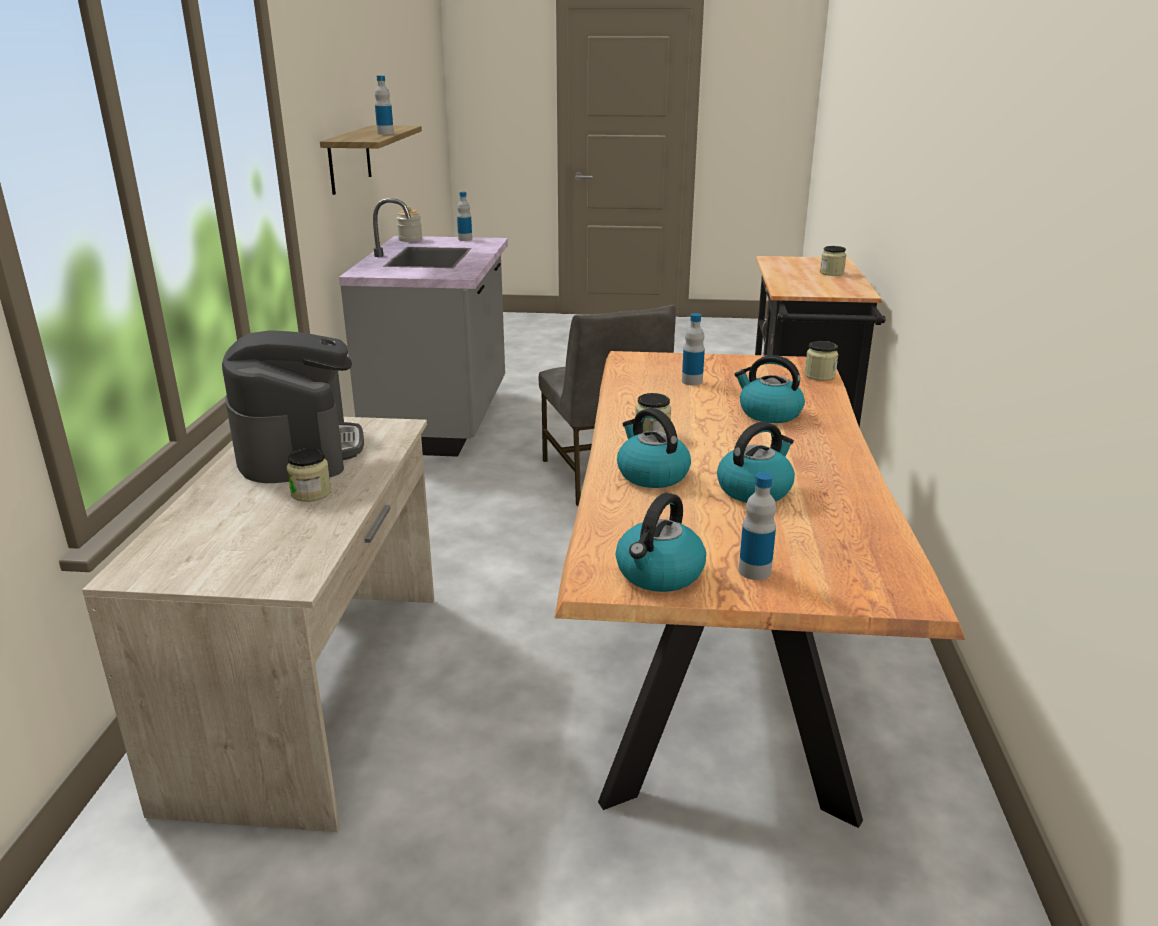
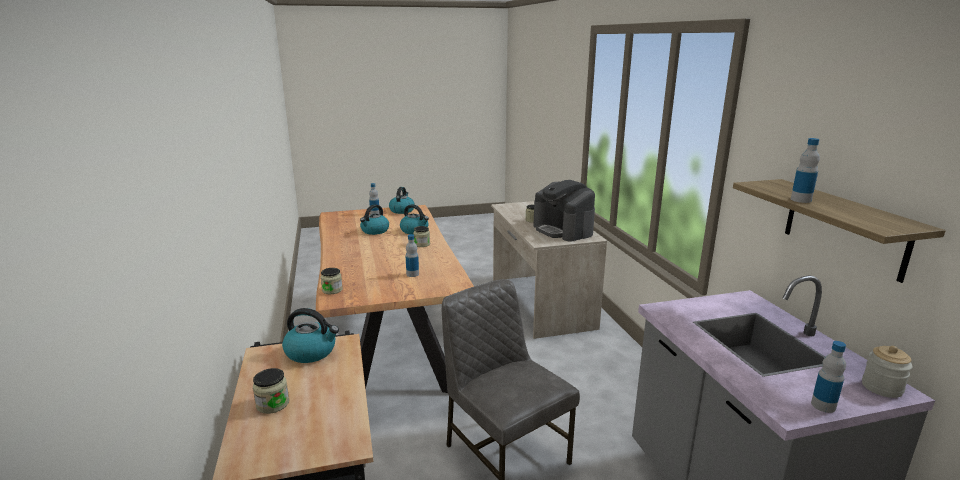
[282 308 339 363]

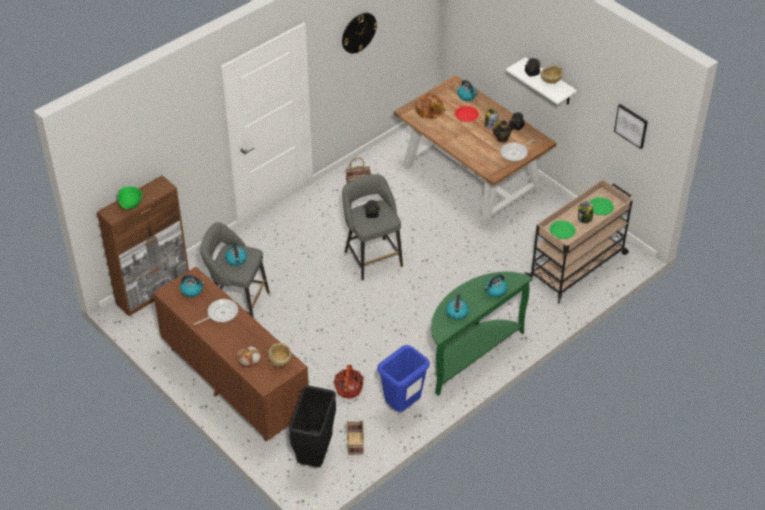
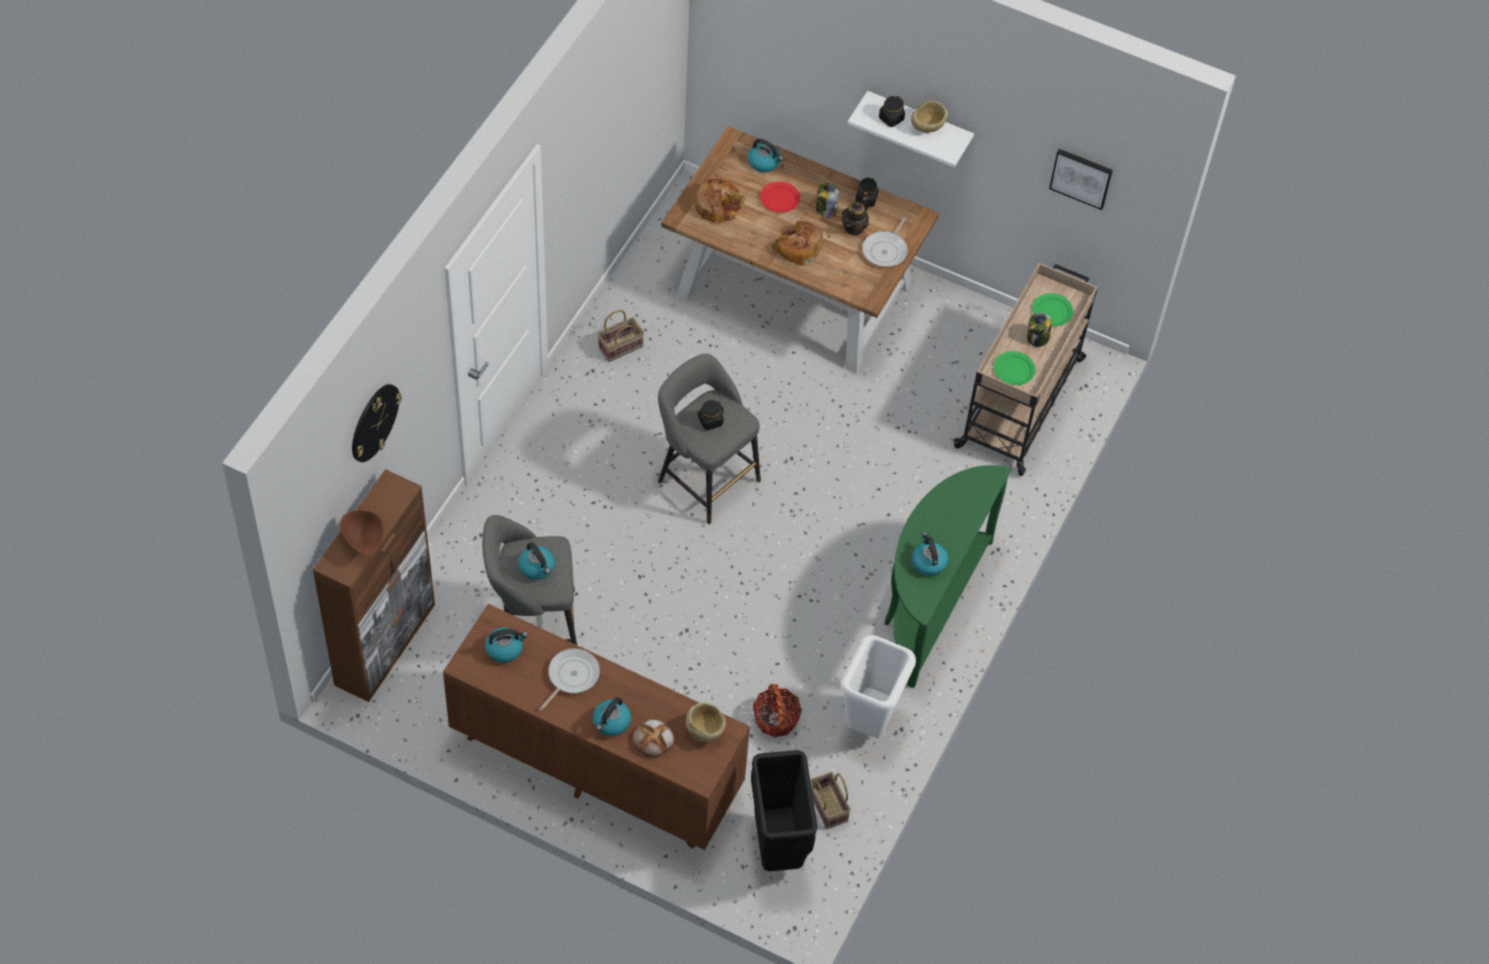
[352 384 402 462]
[340 510 384 555]
[593 697 631 736]
[840 635 916 737]
[771 221 823 266]

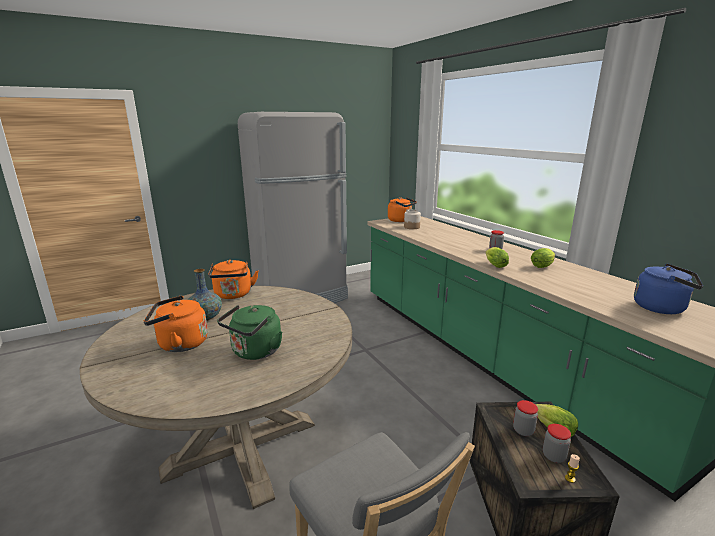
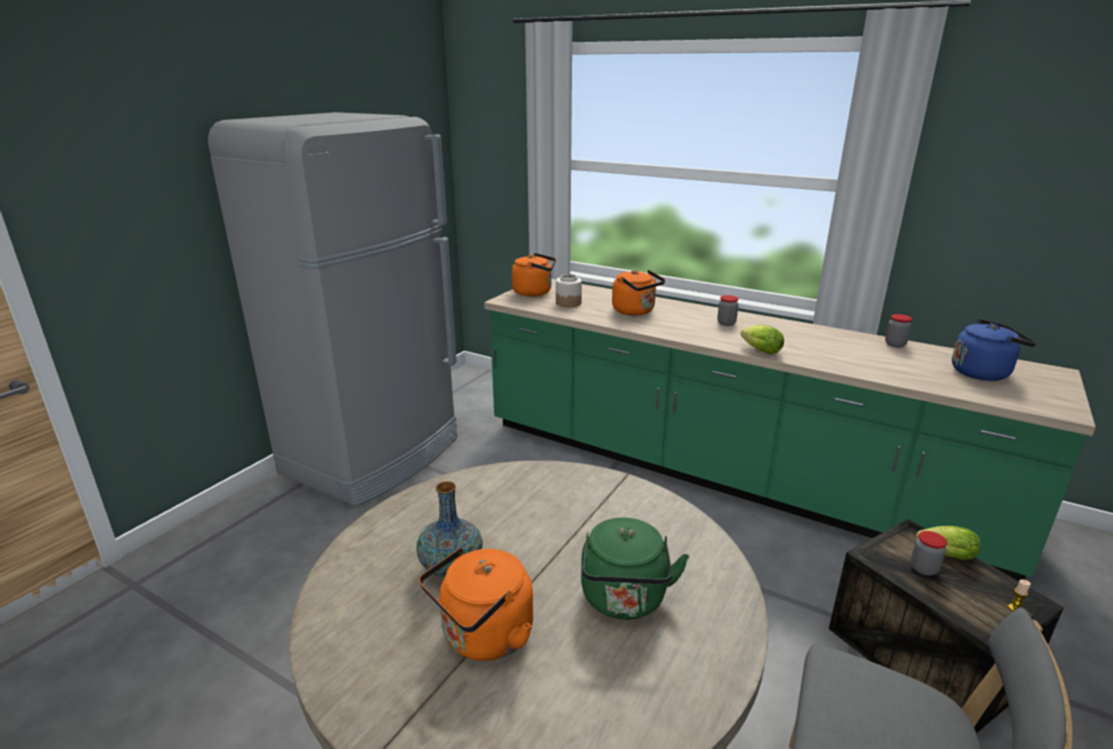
[531 248 555 268] (first image)
[612 270 665 316]
[885 314 912 348]

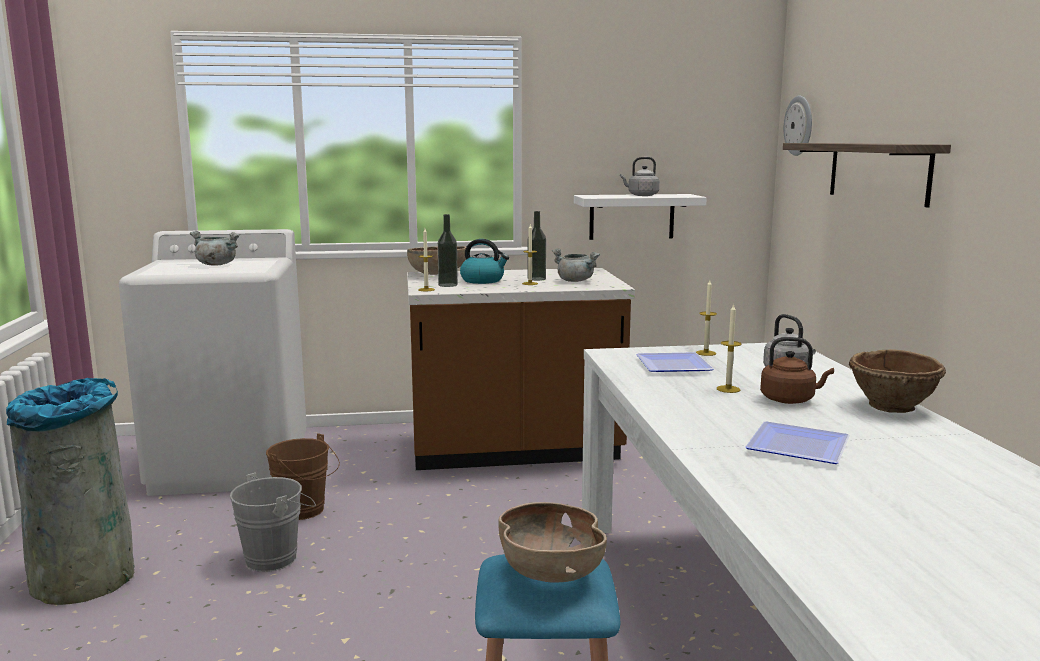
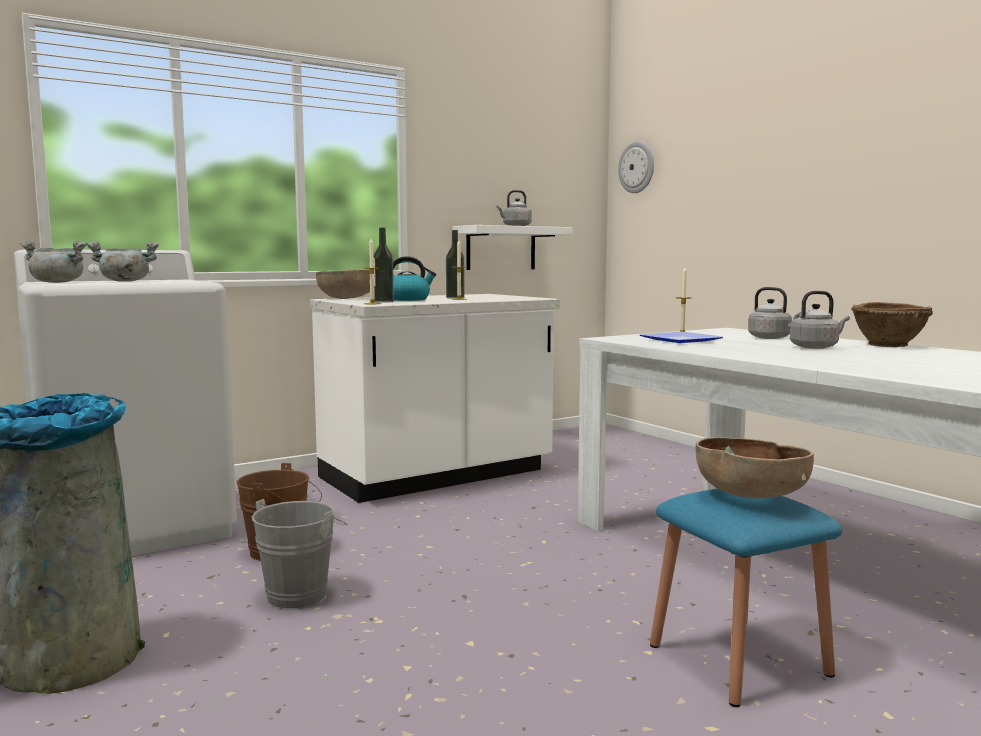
[783 143 951 208] (first image)
[20 241 87 283]
[310 294 560 503]
[717 303 742 393] (first image)
[790 291 850 349]
[745 421 850 464] (first image)

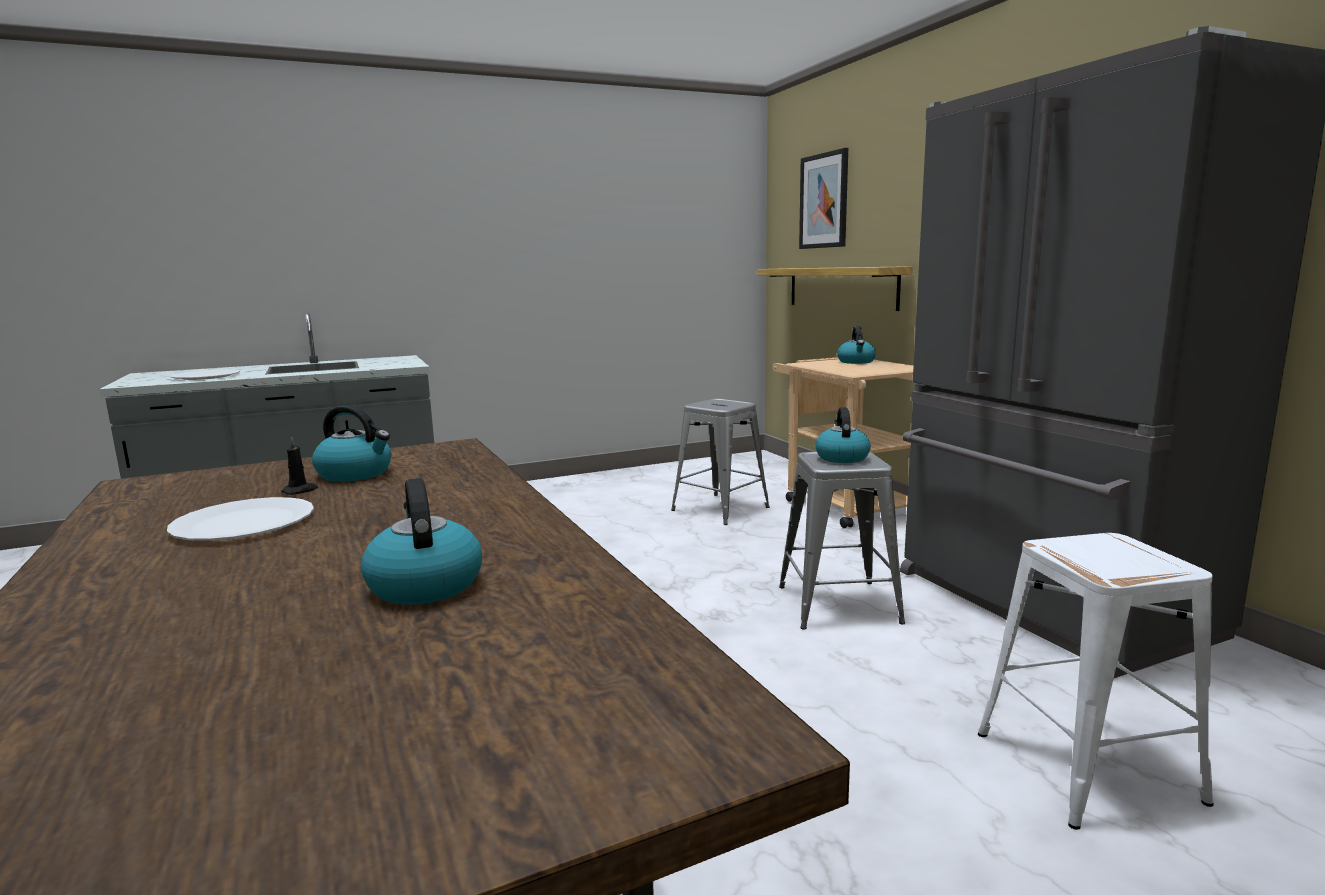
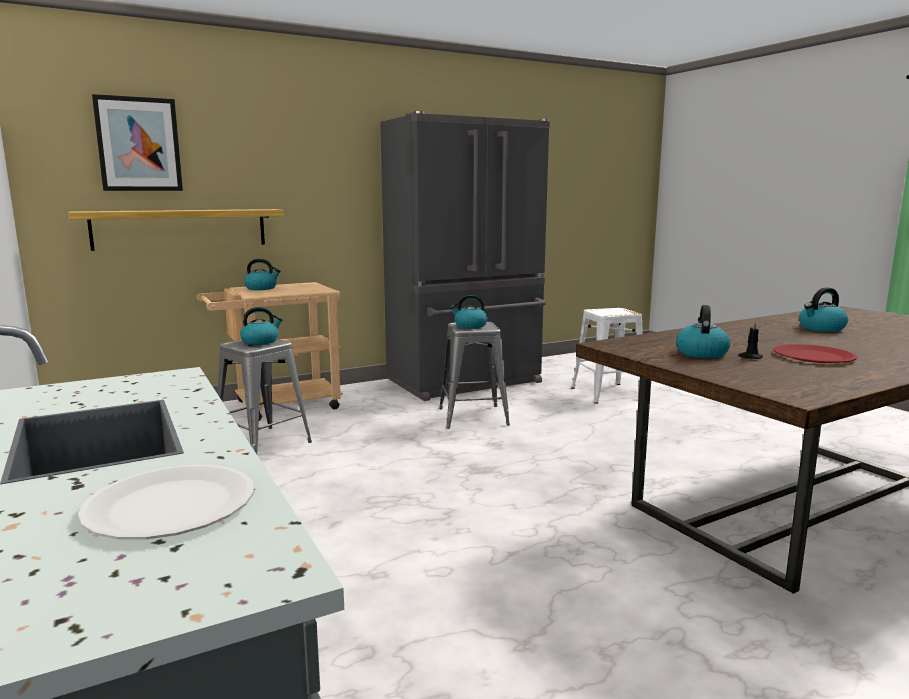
[773 344 857 363]
[240 307 283 345]

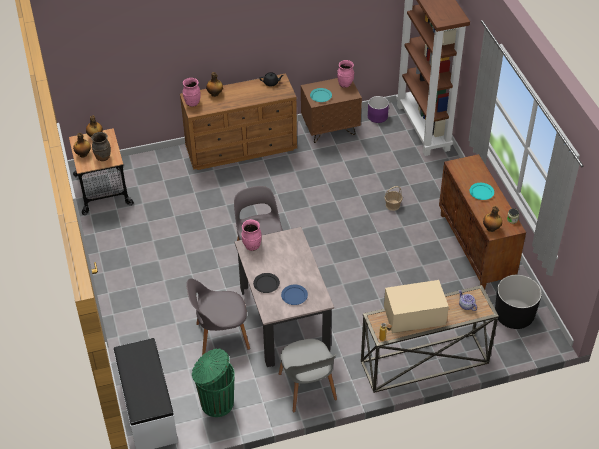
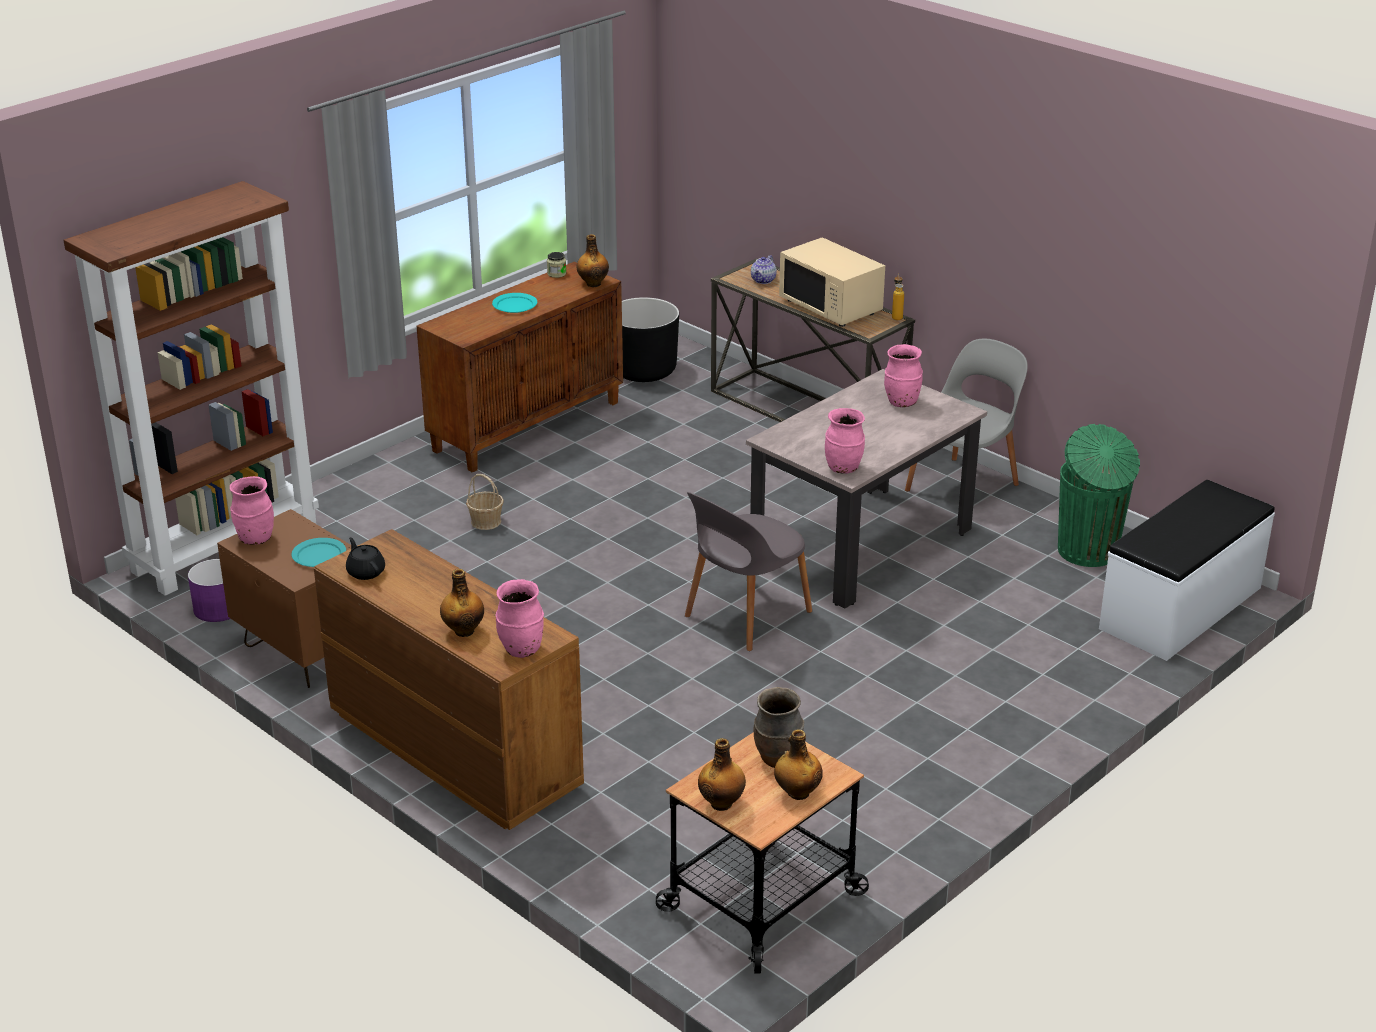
[253 273 280 293] (first image)
[186 278 250 356] (first image)
[884 344 923 407]

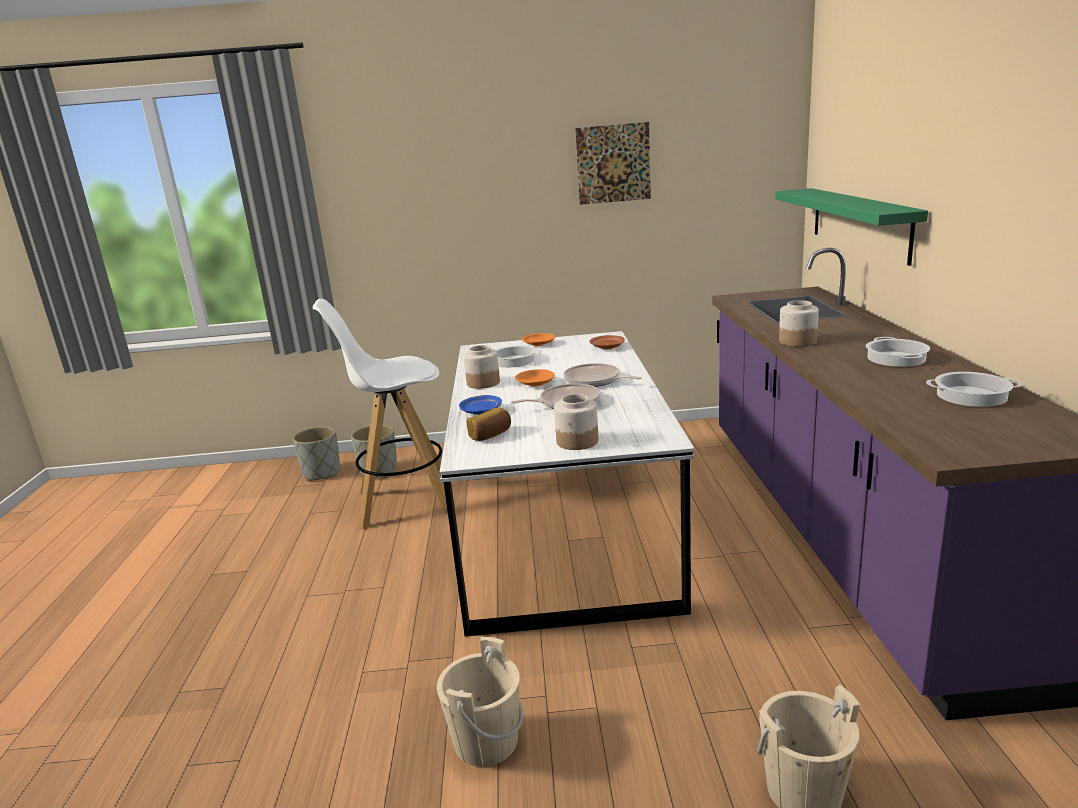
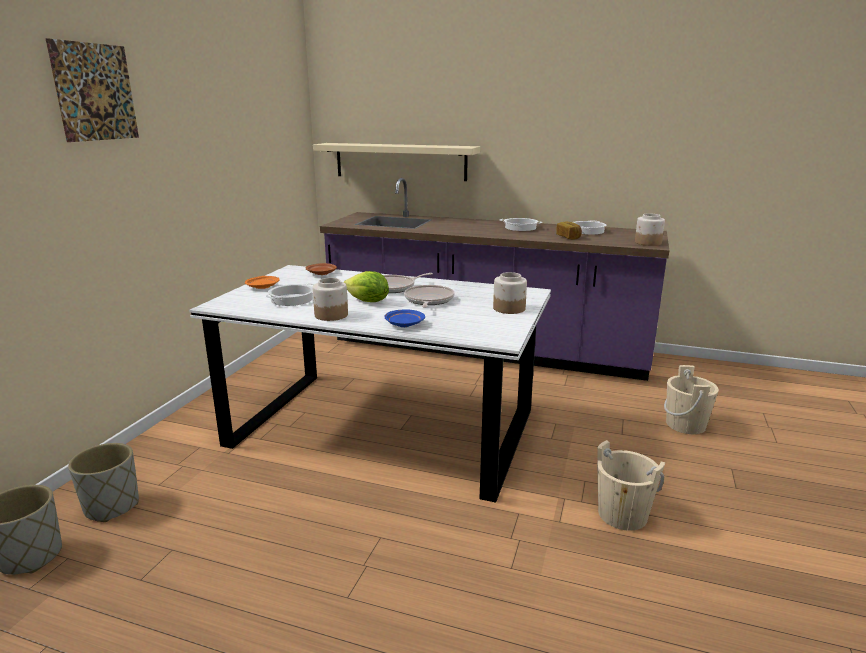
[45 38 139 142]
[313 143 480 181]
[313 299 456 529] (first image)
[635 213 665 246]
[344 271 389 302]
[556 221 582 239]

